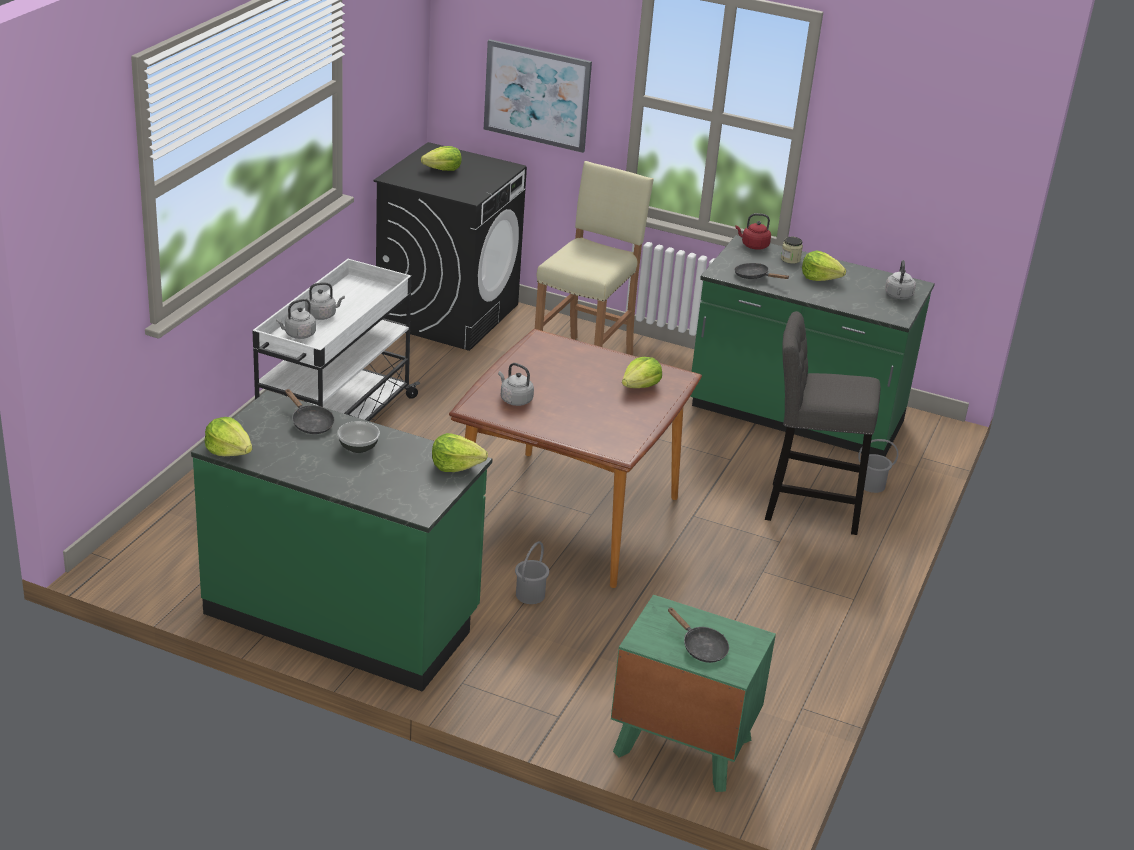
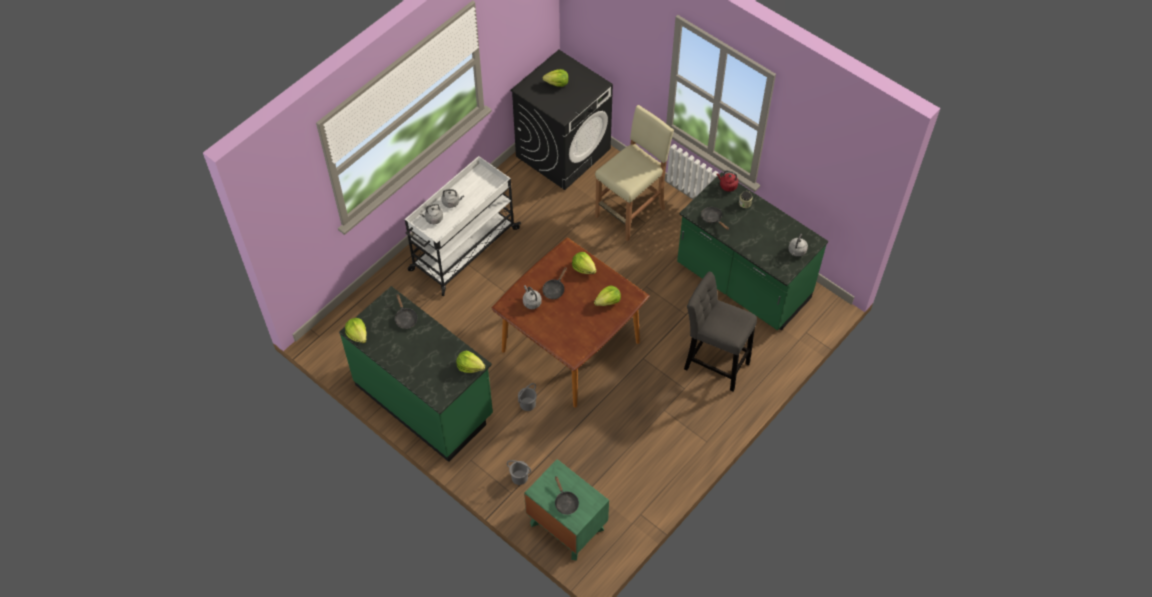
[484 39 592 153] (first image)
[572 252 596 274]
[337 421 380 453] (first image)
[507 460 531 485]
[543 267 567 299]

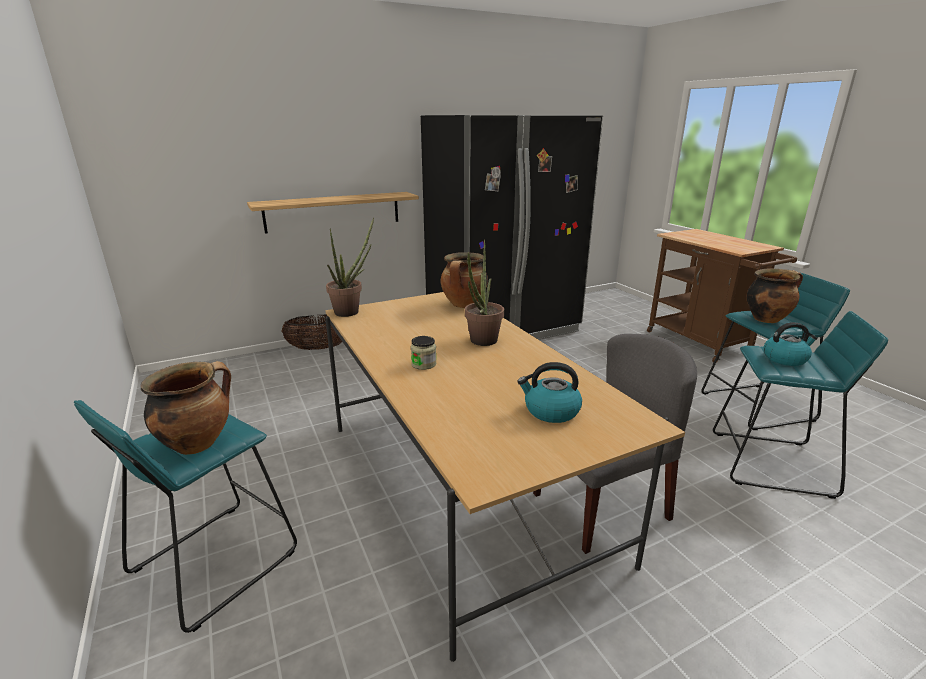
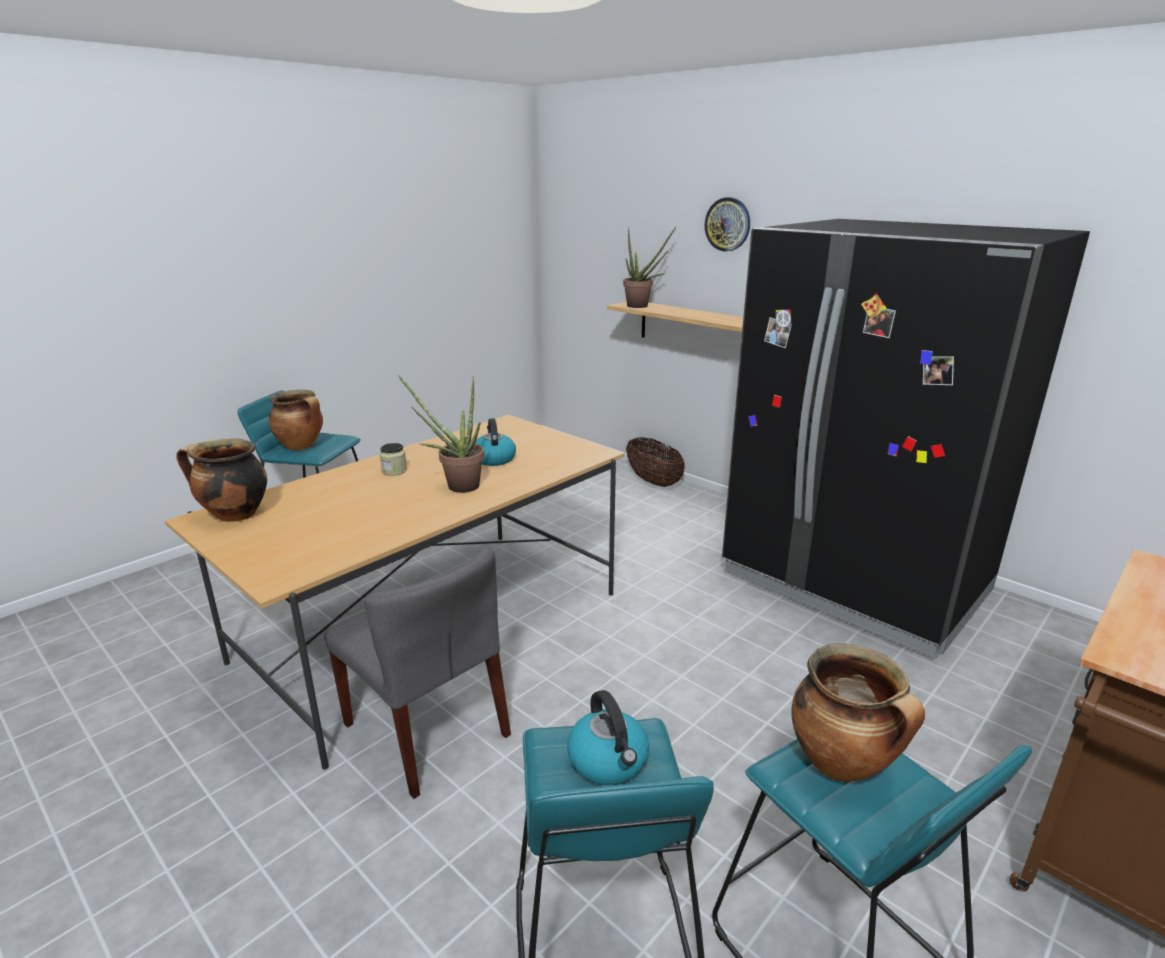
[623 226 677 308]
[176 438 267 522]
[475 418 516 466]
[705 197 750 252]

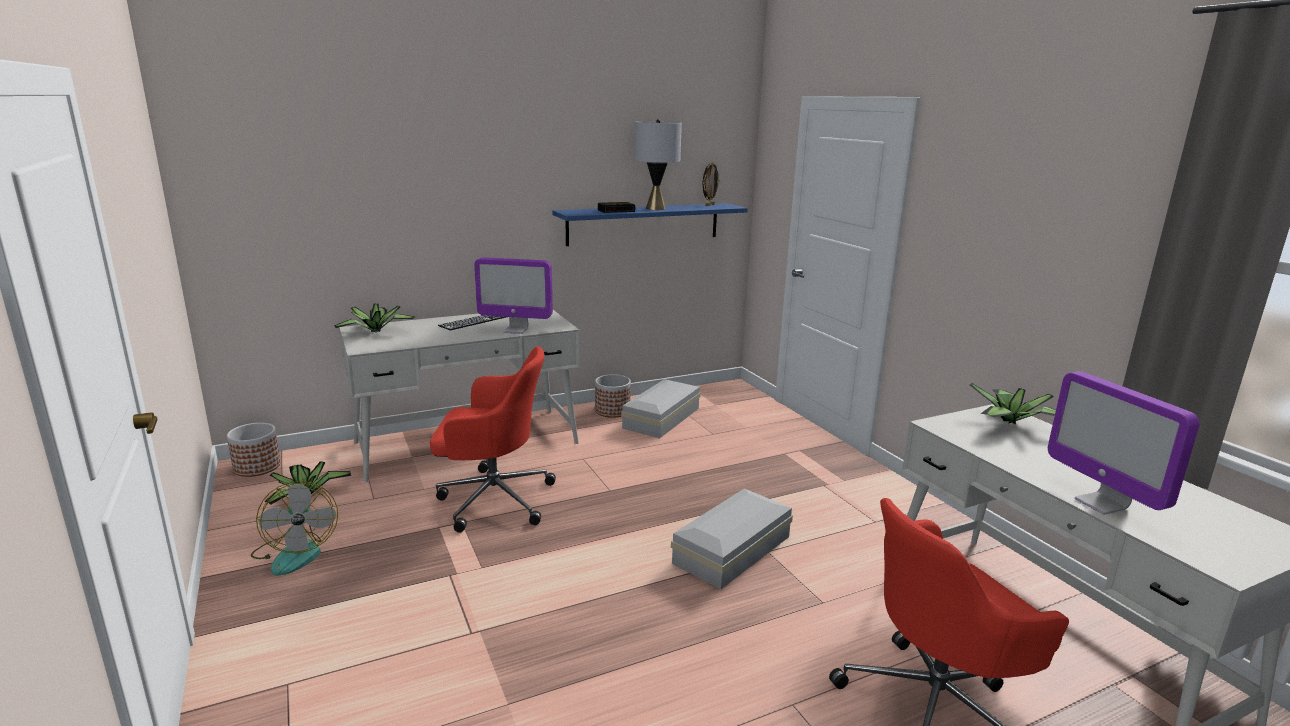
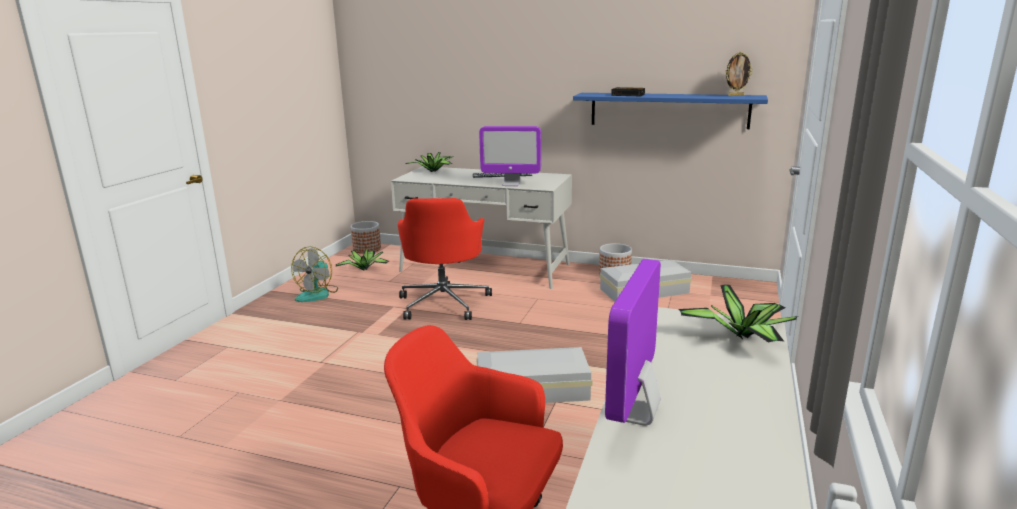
[634 119 682 210] (first image)
[479 126 541 186]
[398 198 492 320]

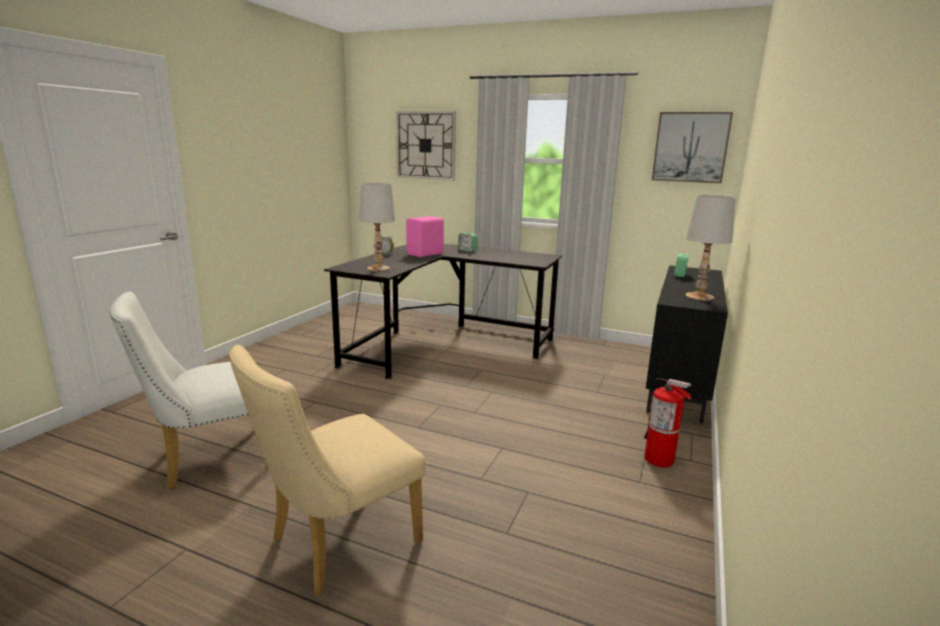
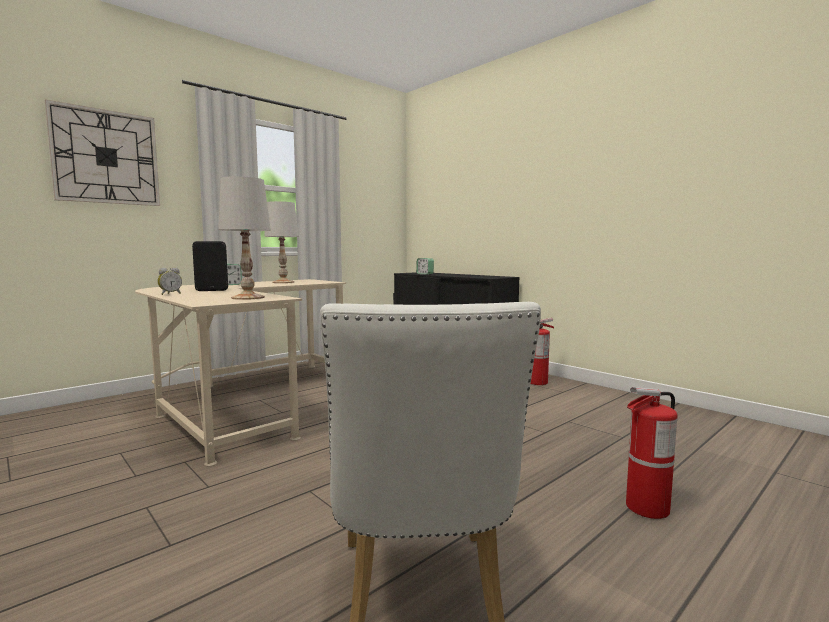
[652 112 733 183] (first image)
[264 201 299 283]
[192 241 228 291]
[135 279 346 466]
[626 387 678 519]

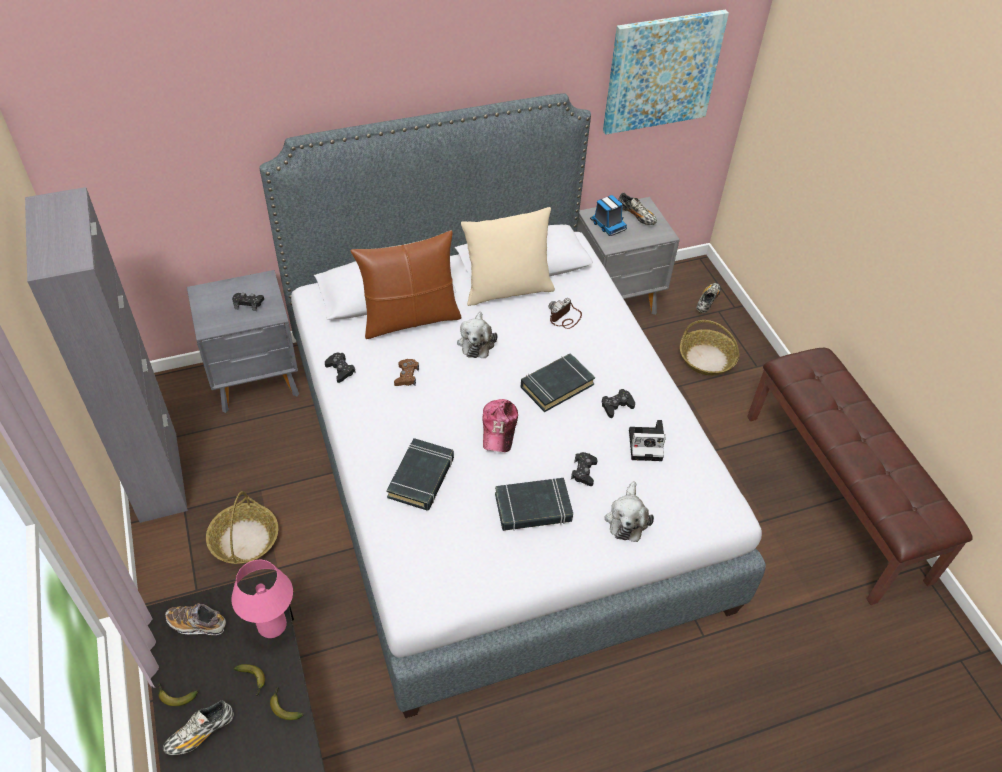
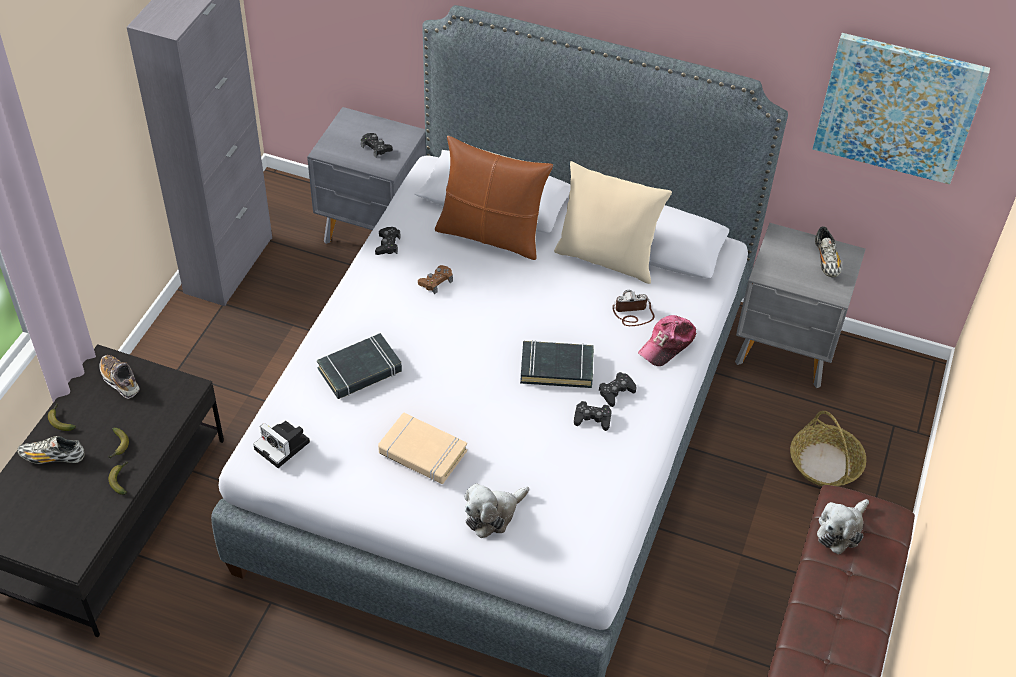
[590 195 627 236] (first image)
[696 283 721 314] (first image)
[817 499 869 554]
[638 315 696 366]
[253 421 310 468]
[599 372 637 407]
[378 412 467 484]
[206 491 278 564] (first image)
[231 560 293 638] (first image)

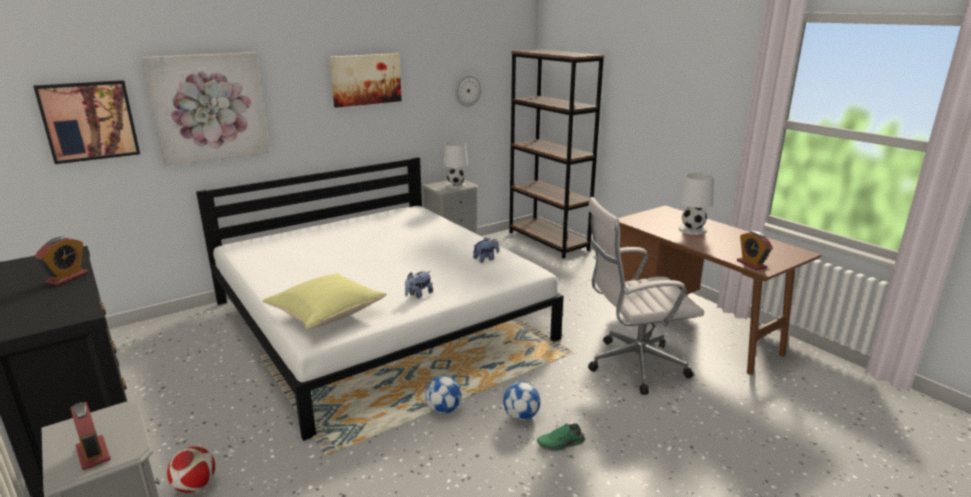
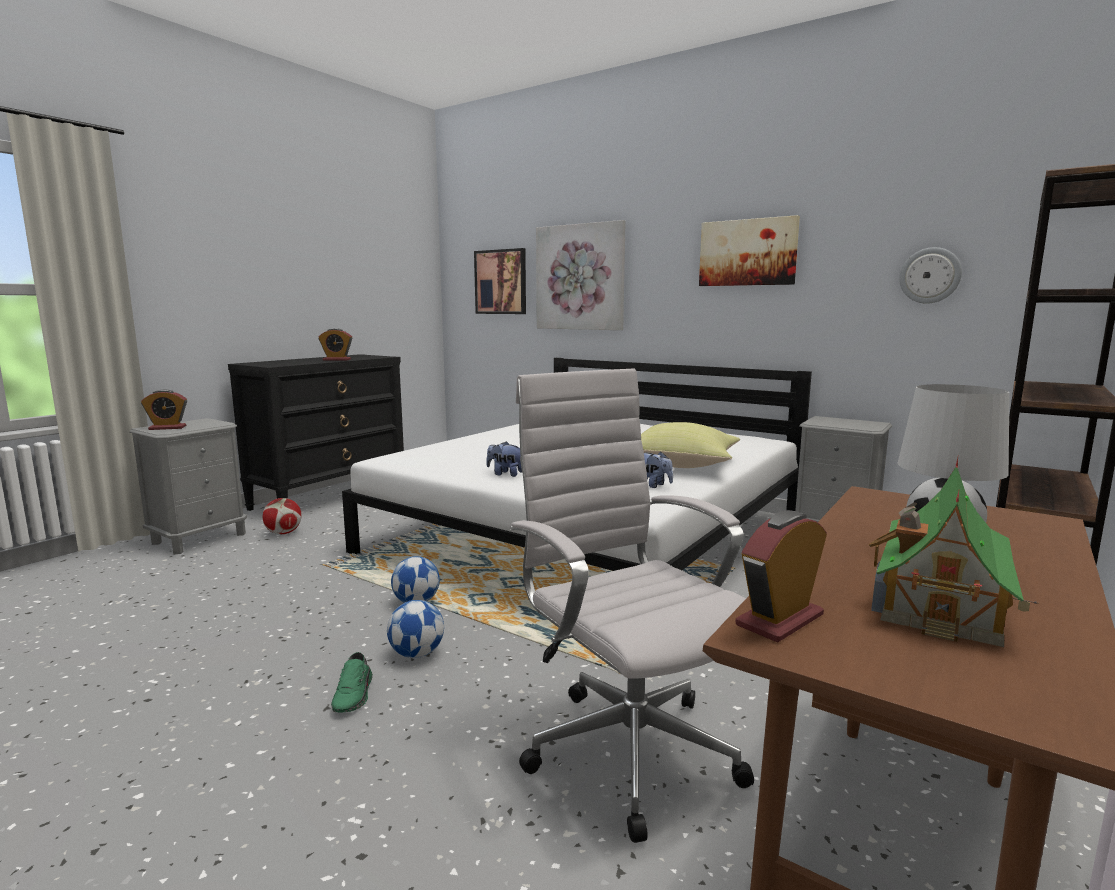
[443 142 468 189] (first image)
[641 422 740 468]
[141 390 187 430]
[331 652 373 712]
[869 458 1038 647]

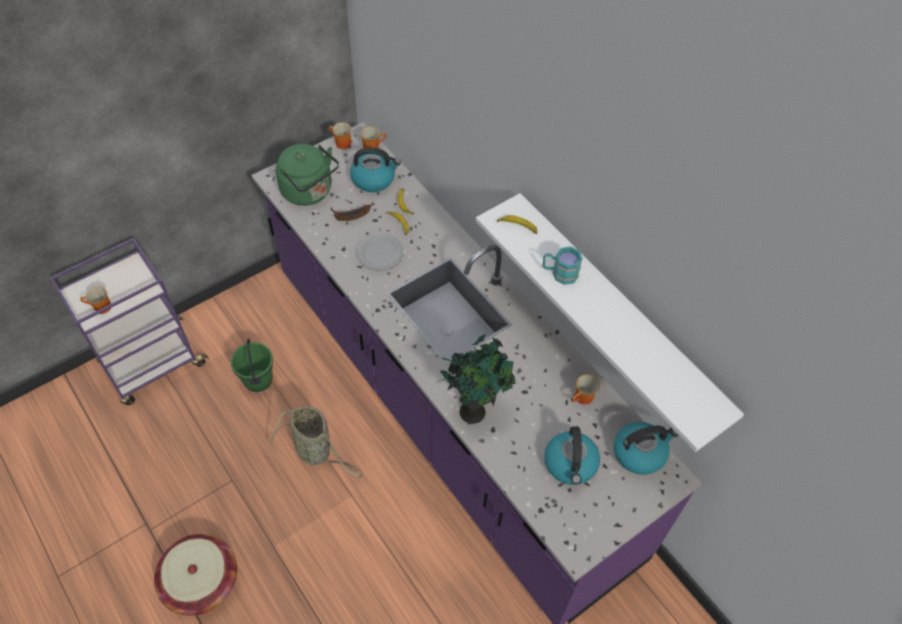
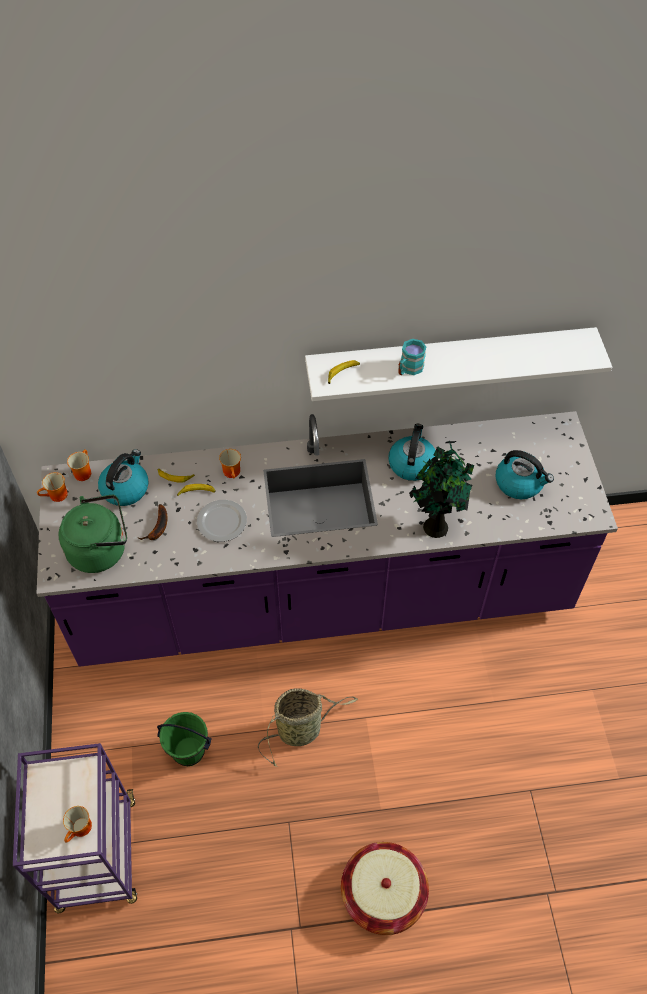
[219 449 241 478]
[388 424 436 481]

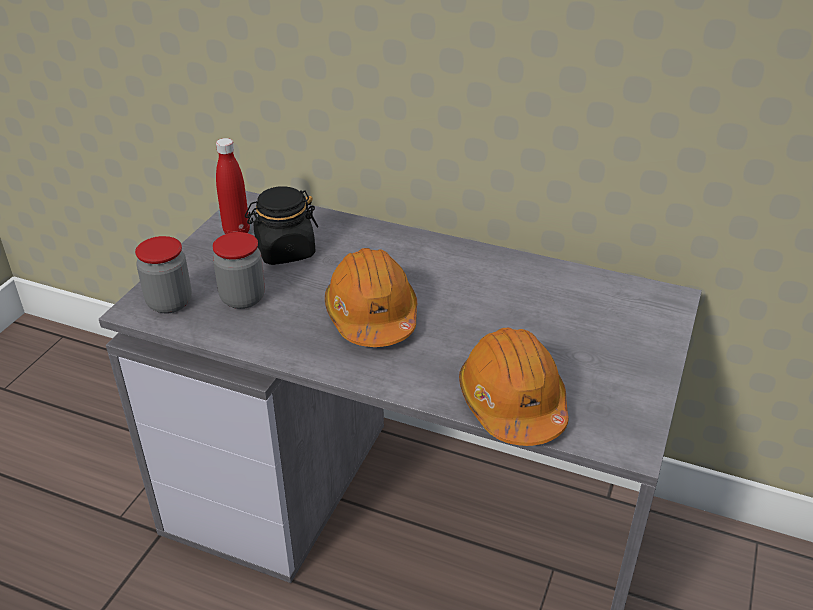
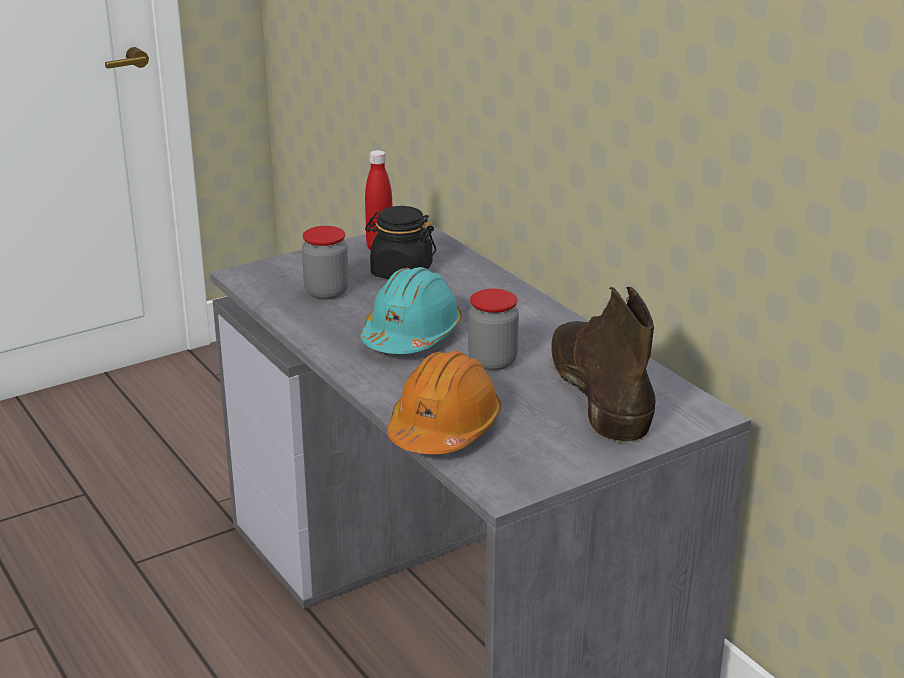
[468 289 519 371]
[360 267 462 354]
[550 287 656 443]

